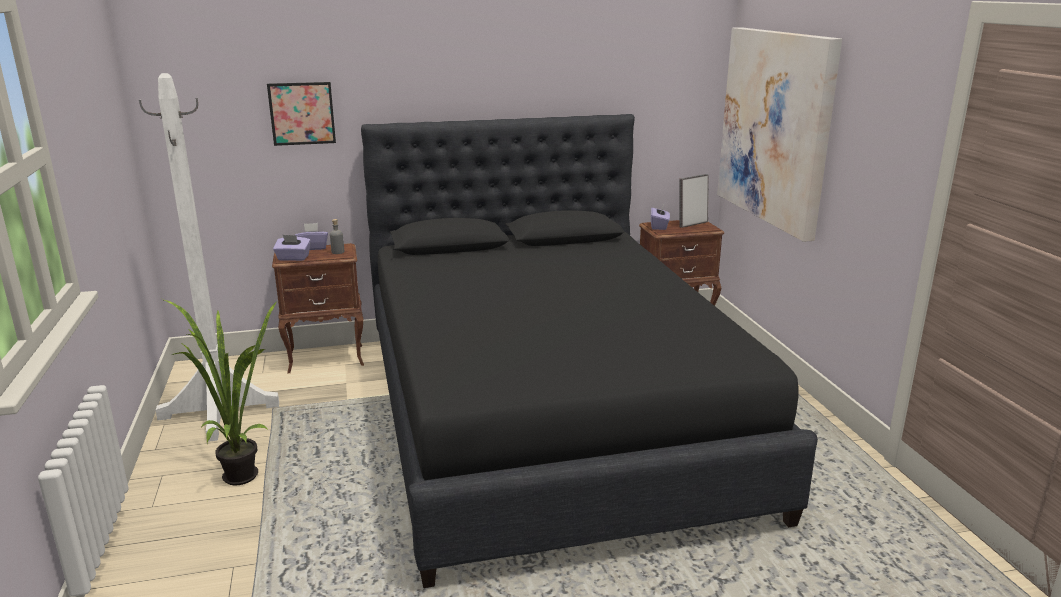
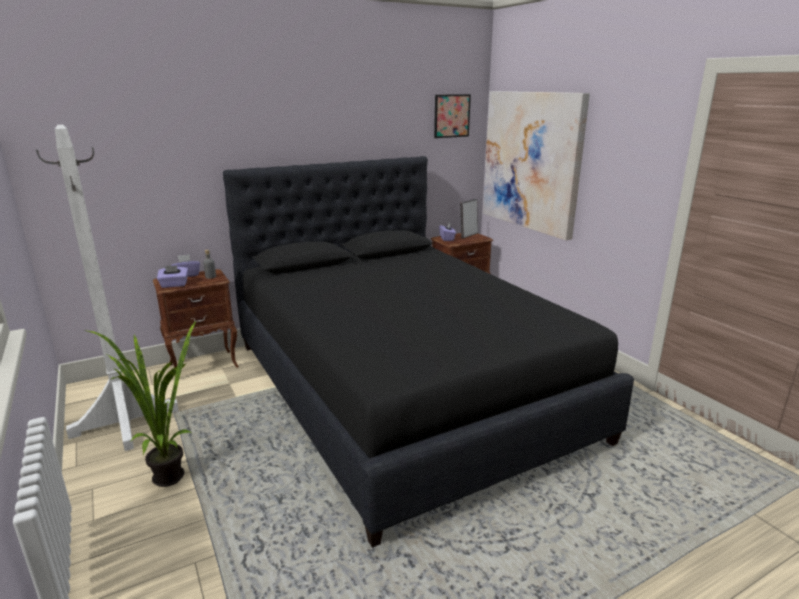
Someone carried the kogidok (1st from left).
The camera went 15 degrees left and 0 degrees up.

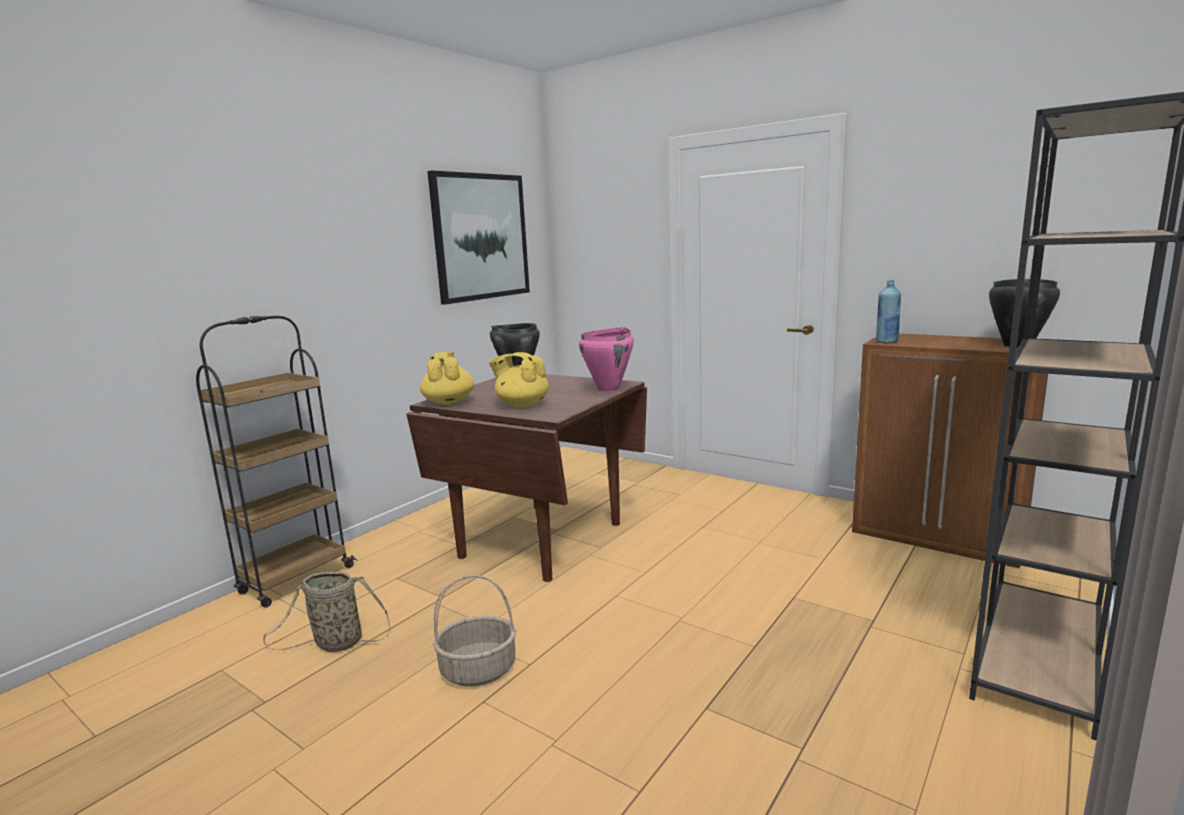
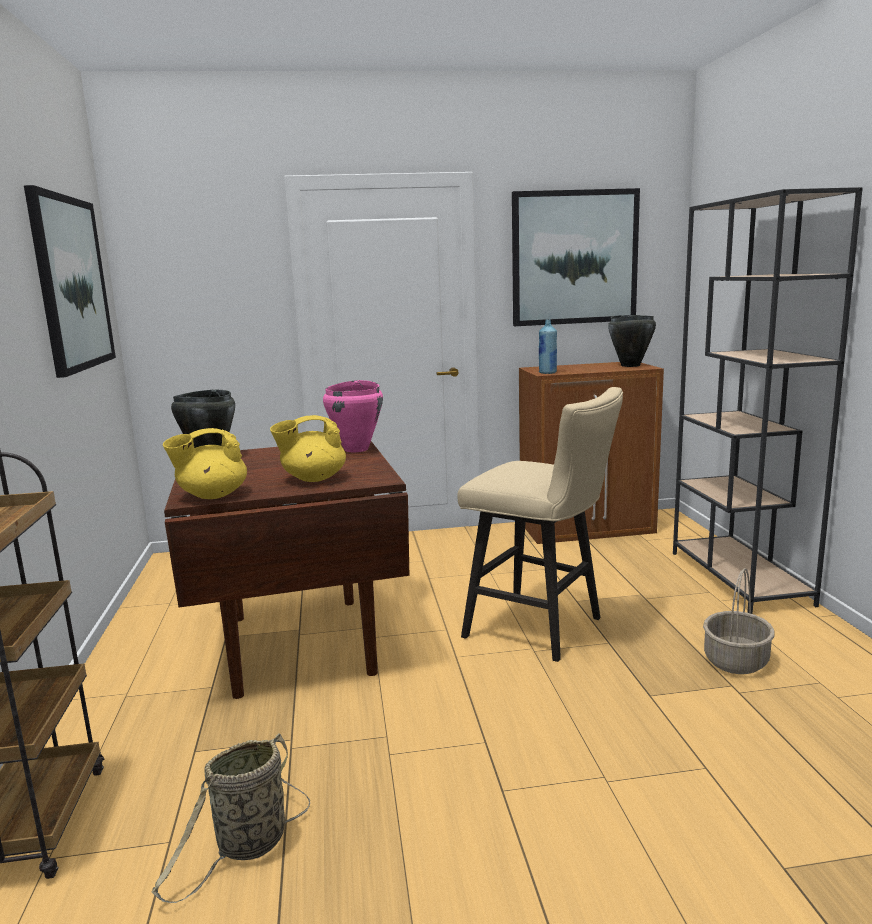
Someone rotated the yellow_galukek (1st from left) by 60 degrees counterclockwise.
Someone carried the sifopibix (2nd from left).
Someone put down the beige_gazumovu.
Someone put up the kogidok (2nd from left).
The camera went 45 degrees left and 0 degrees up.

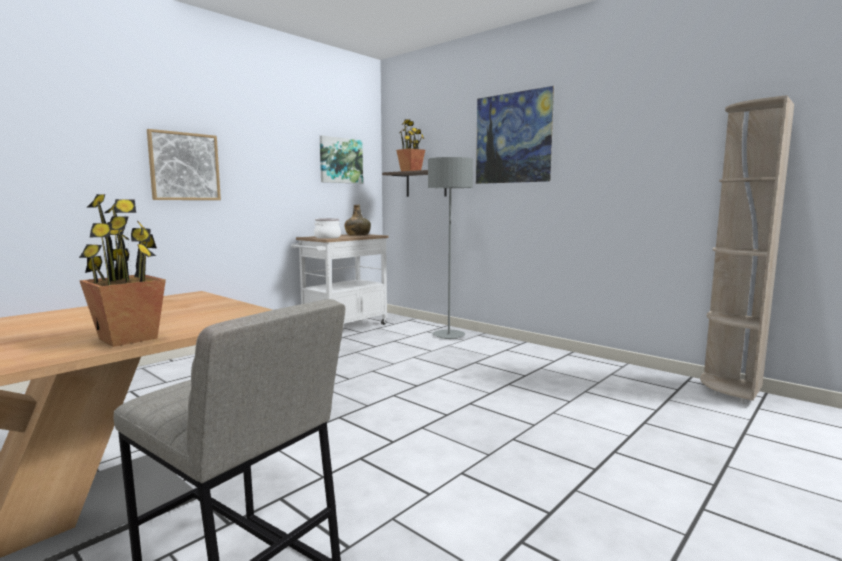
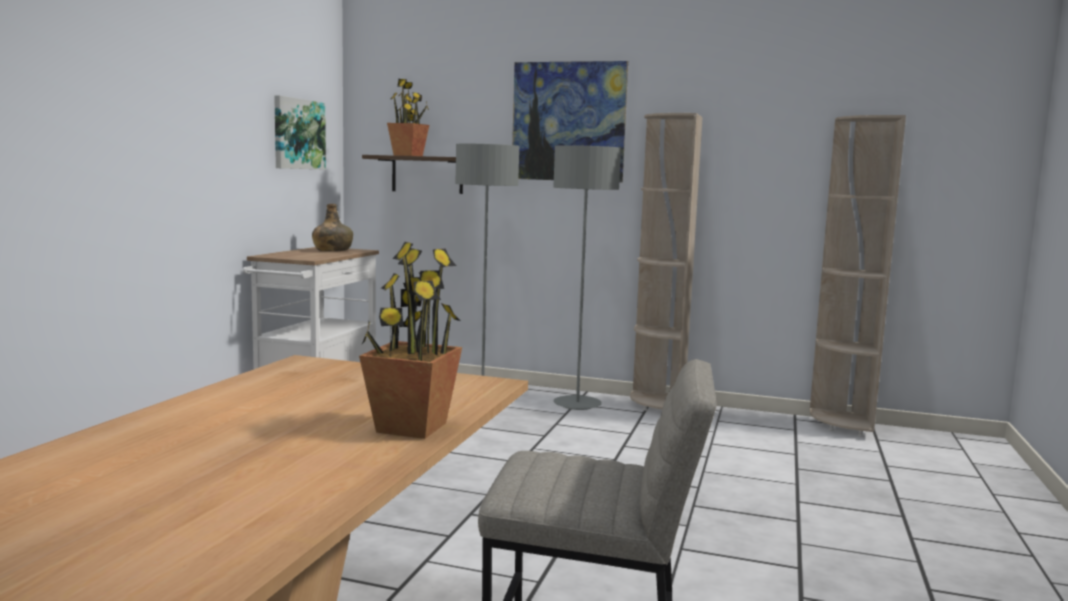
Someone took away the kogidok (1st from left).
Someone took away the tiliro.
Someone put down the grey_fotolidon (2nd from left).
Someone put down the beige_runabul (1st from left).
The camera went 25 degrees left and 0 degrees up.

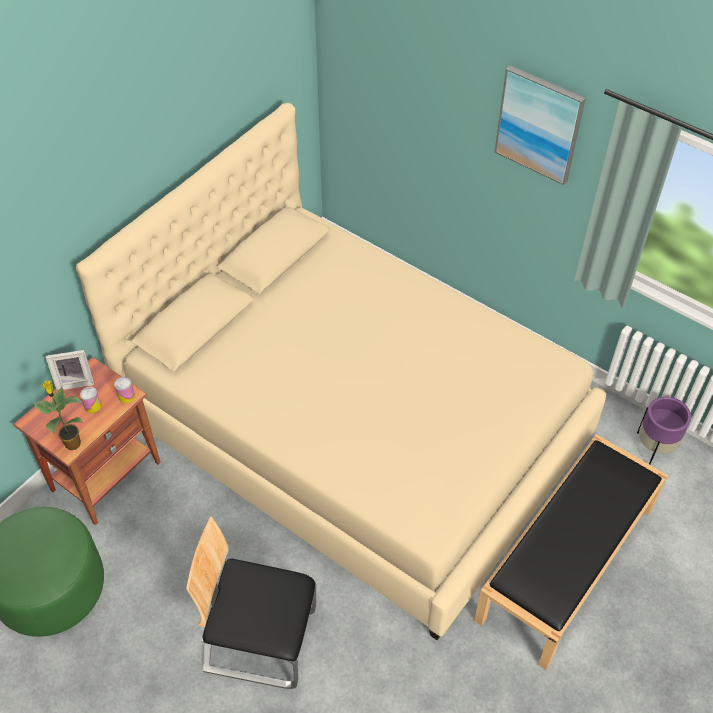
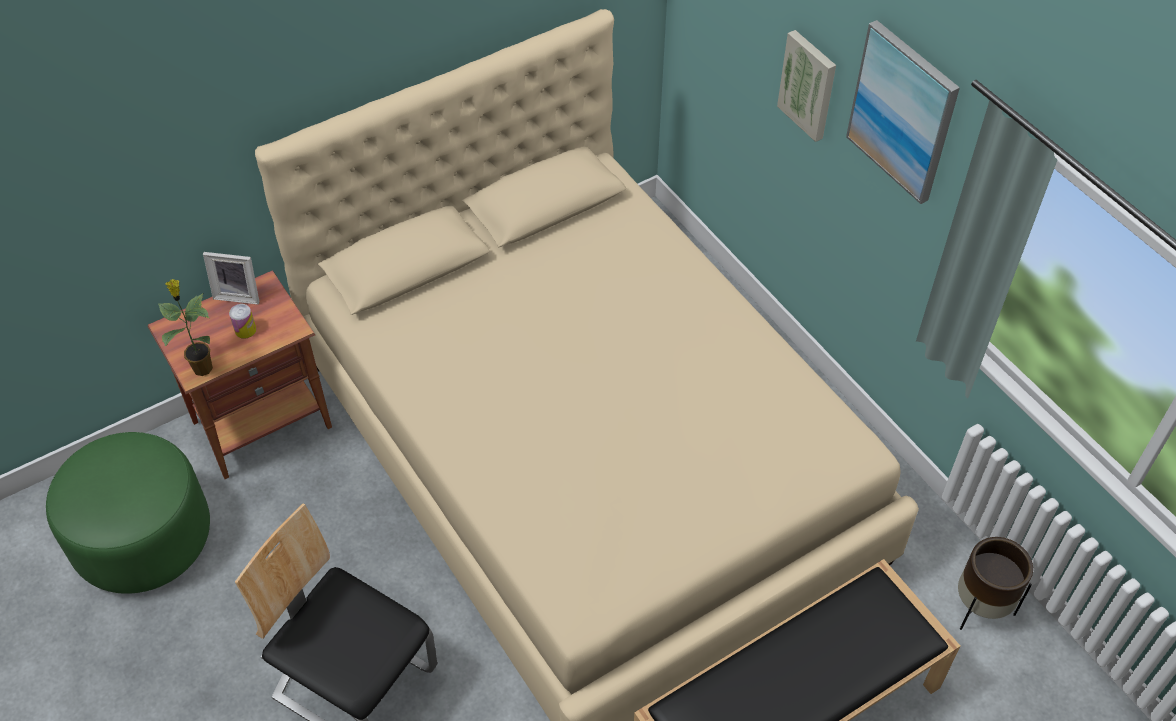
Someone took away the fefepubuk (2nd from left).
Someone repainted the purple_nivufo, which became the brown_nivufo.
Someone put up the kogidok (1st from left).
The camera went 20 degrees right and 0 degrees up.

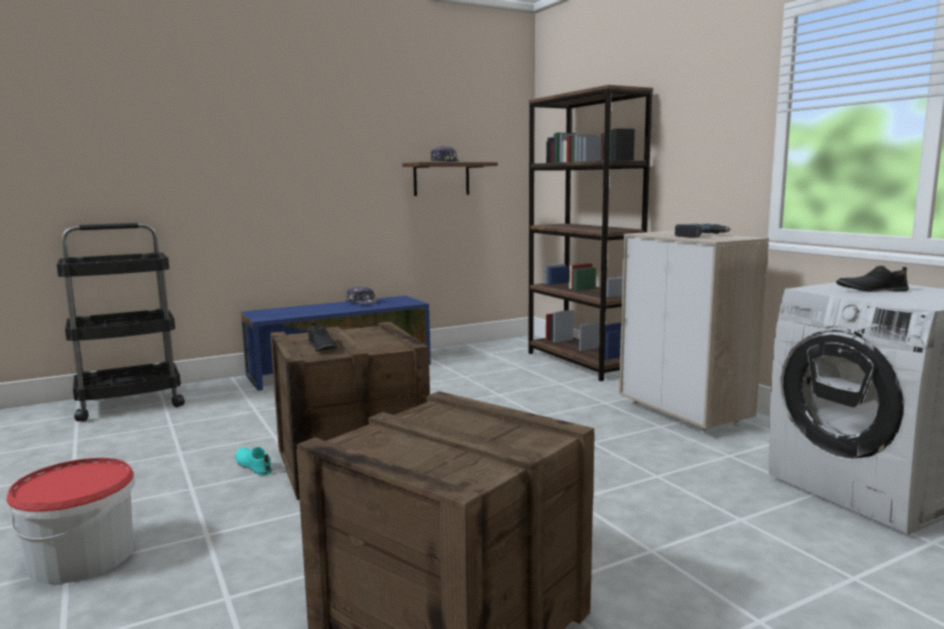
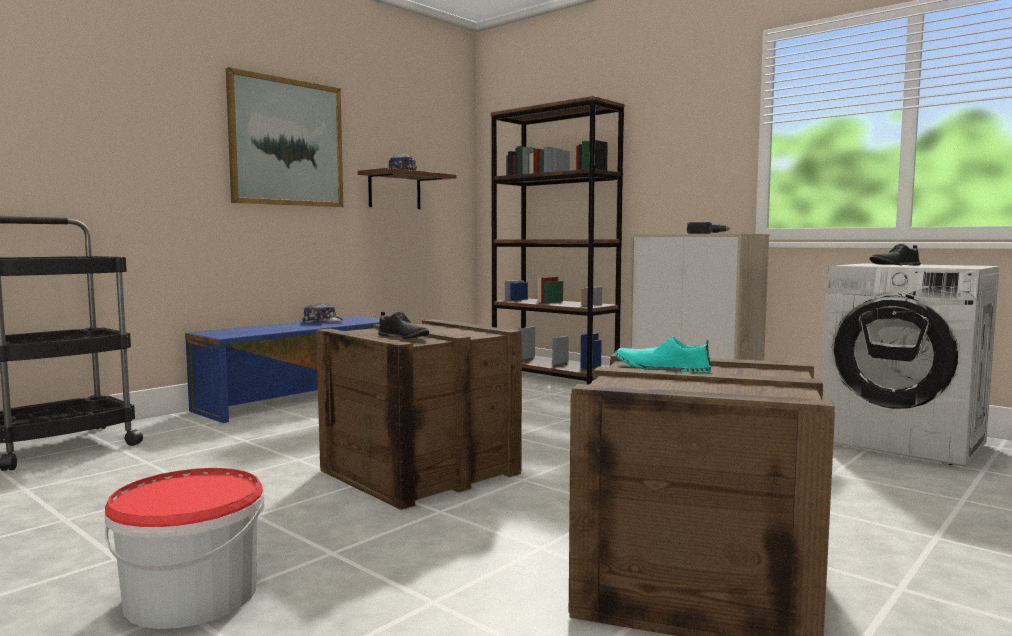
Someone carried the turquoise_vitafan.
Someone put up the kogidok.
The camera went 20 degrees left and 5 degrees down.

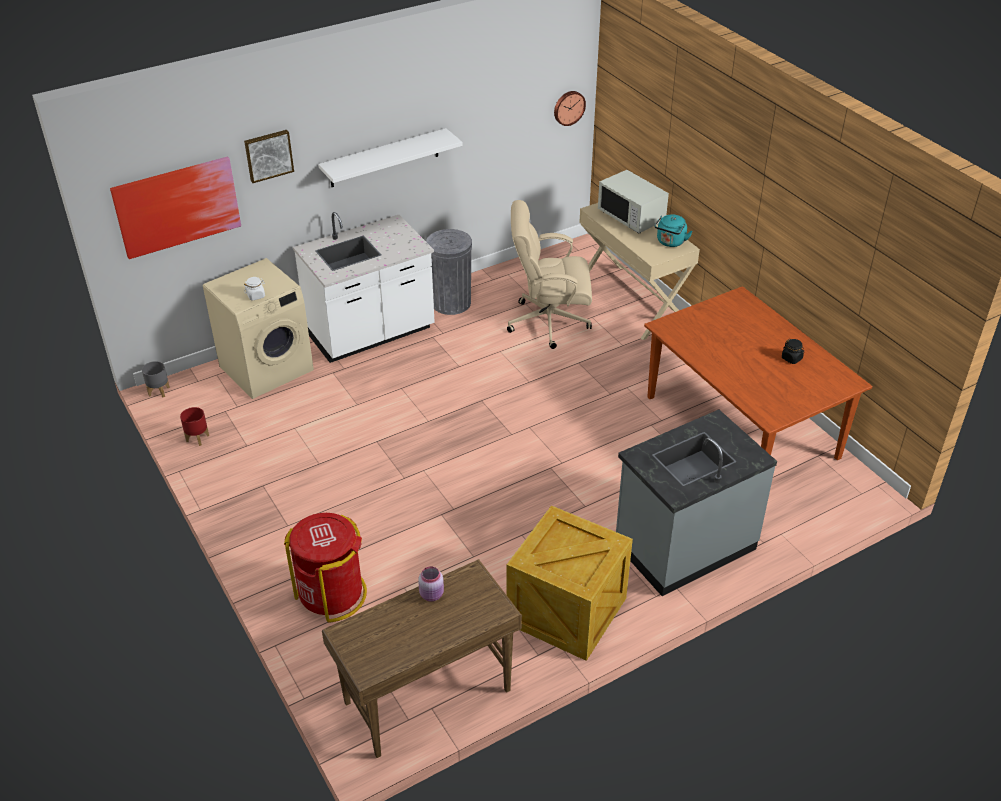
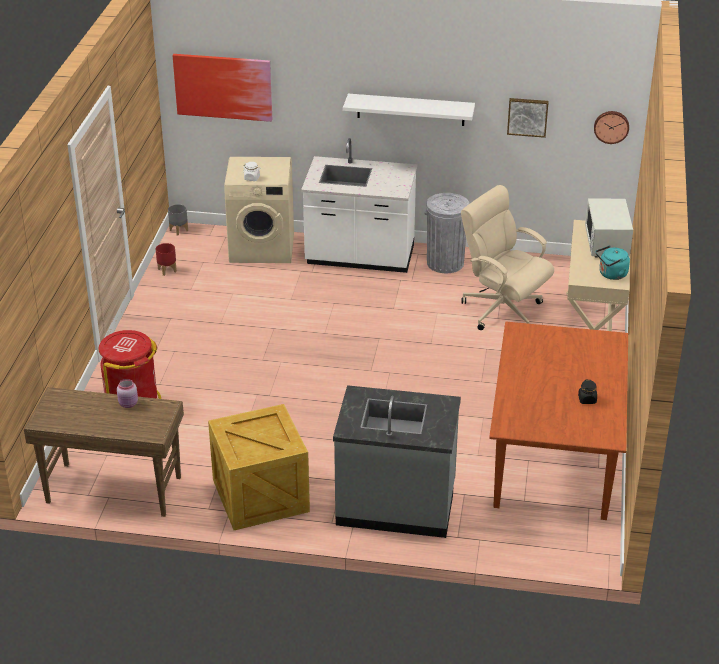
Someone carried the kogidok (2nd from left).
The camera went 40 degrees right and 5 degrees down.

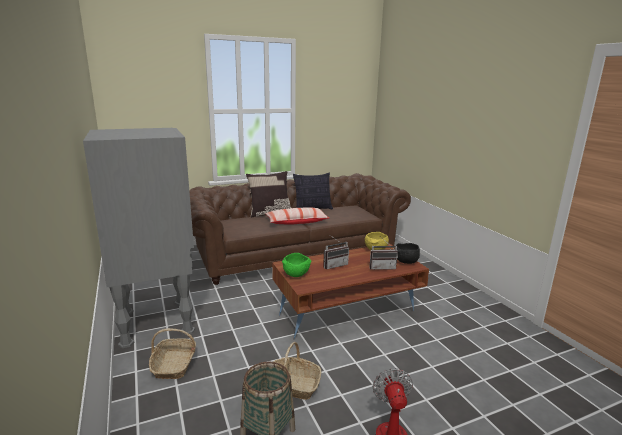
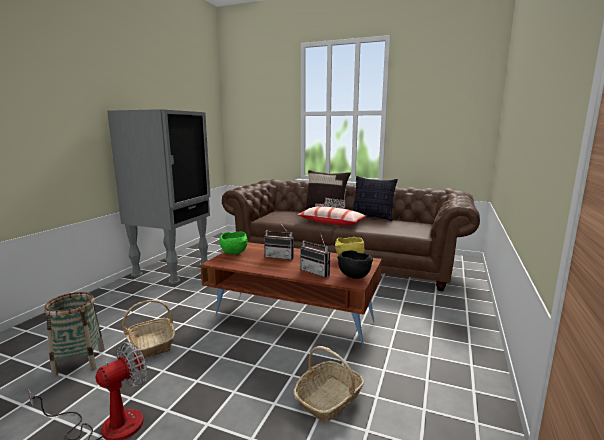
Someone carried the sifopibix (1st from left in the first image).
The camera went 45 degrees right and 5 degrees down.

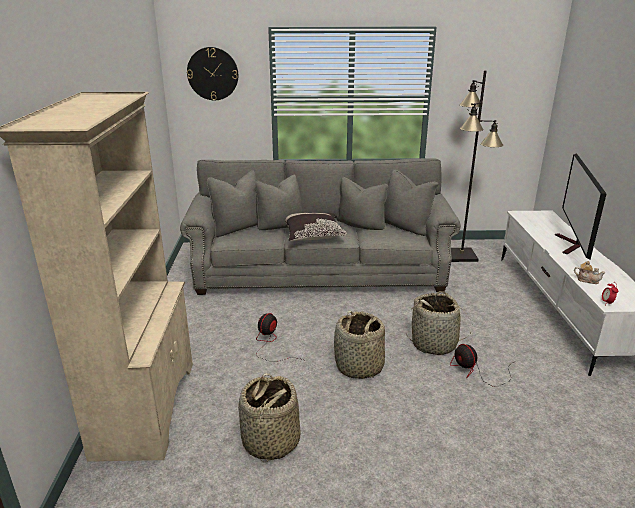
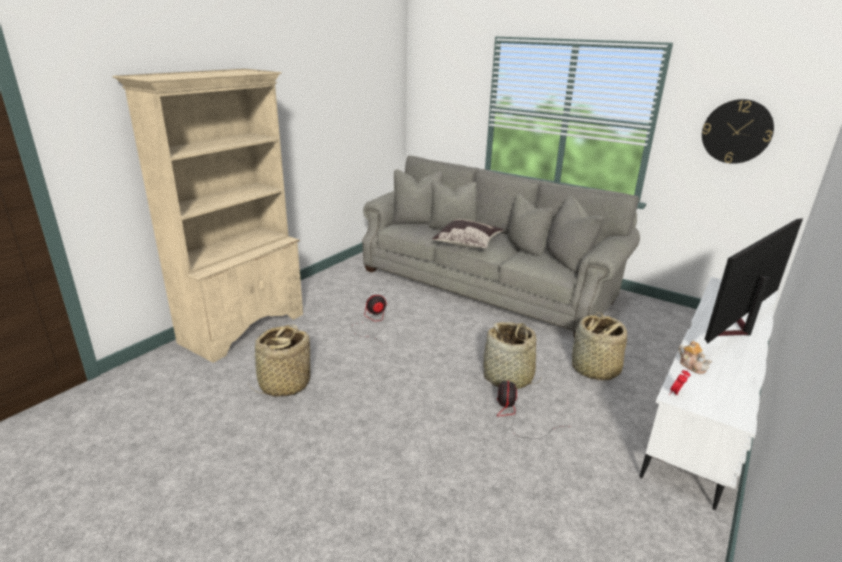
Someone carried the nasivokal.
Someone carried the sifopibix (2nd from left in the first image).
Someone took away the black_fotolidon.
The camera went 35 degrees right and 0 degrees up.

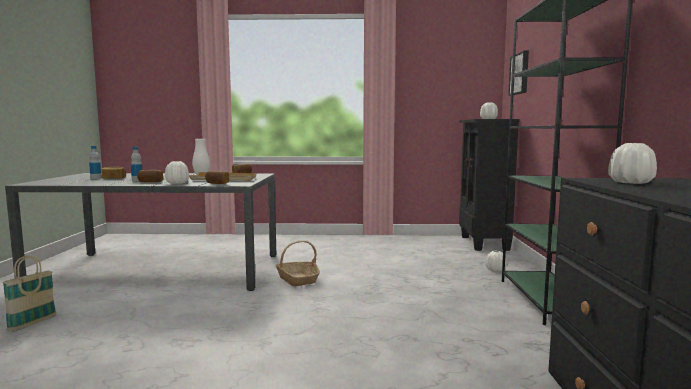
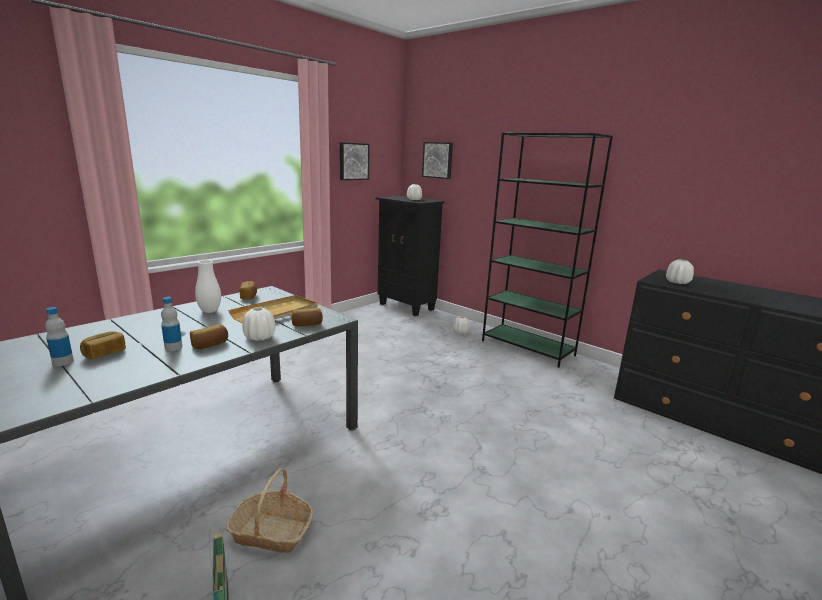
Someone carried the sifopibix (2nd from left).
Someone put up the kogidok (1st from left).
The camera went 50 degrees left and 10 degrees up.

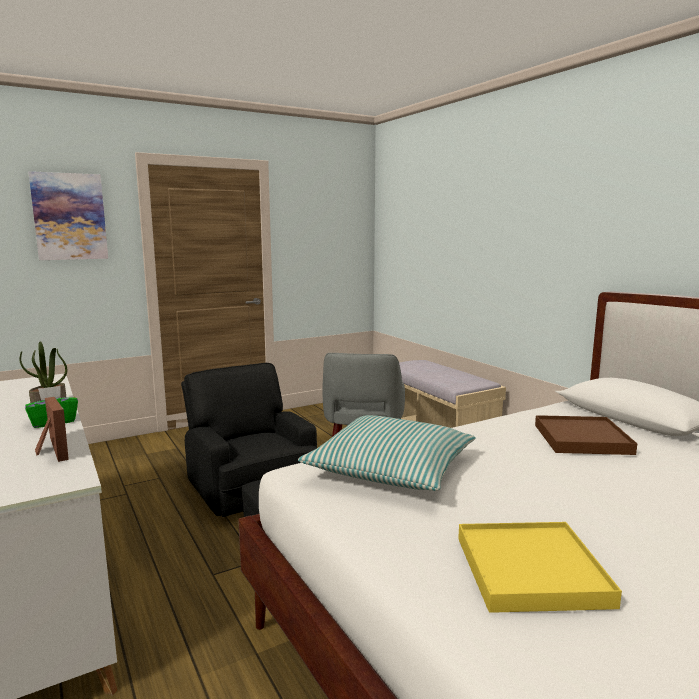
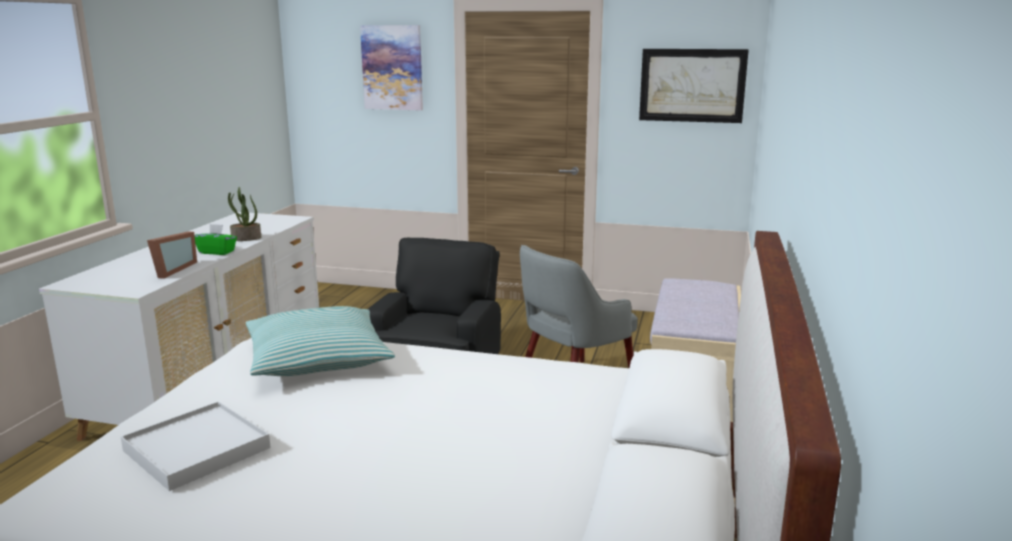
Someone repainted the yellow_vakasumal, which became the white_vakasumal.
Someone took away the brown_vakasumal.
Someone put up the kogidok (2nd from left).
The camera went 45 degrees right and 5 degrees up.

